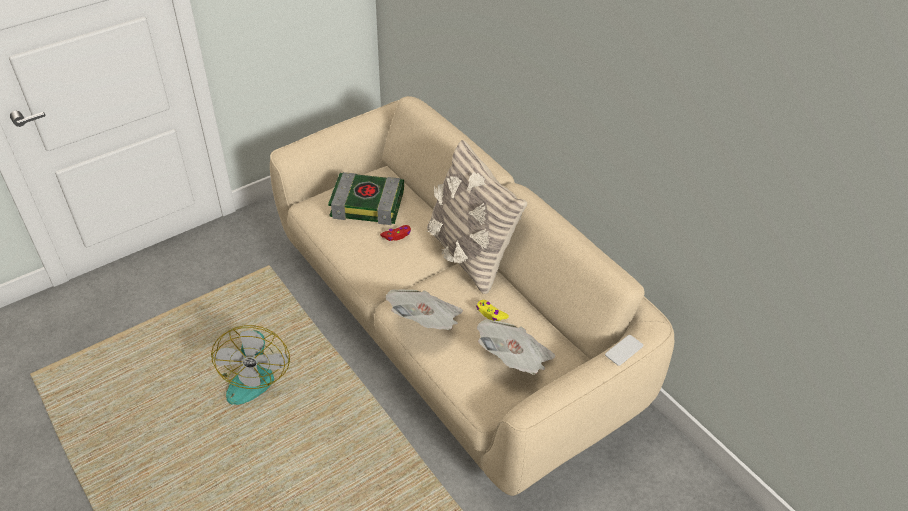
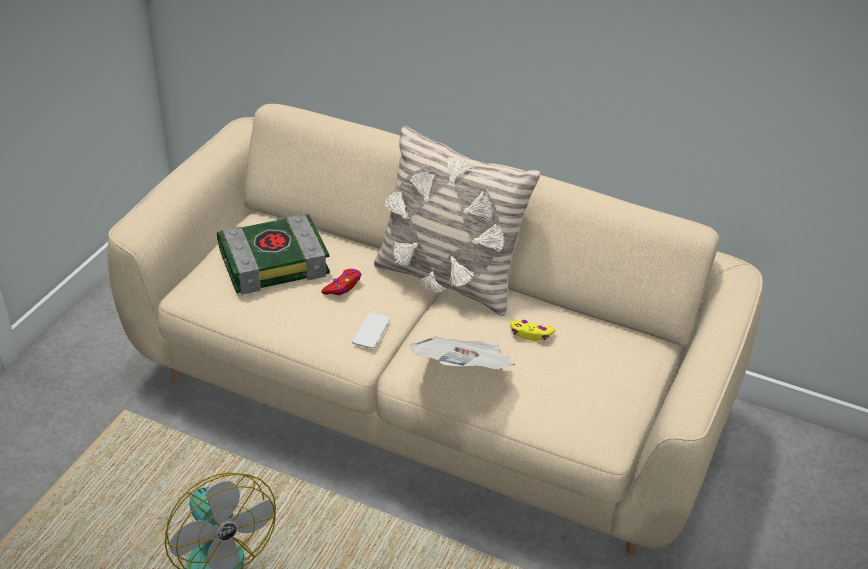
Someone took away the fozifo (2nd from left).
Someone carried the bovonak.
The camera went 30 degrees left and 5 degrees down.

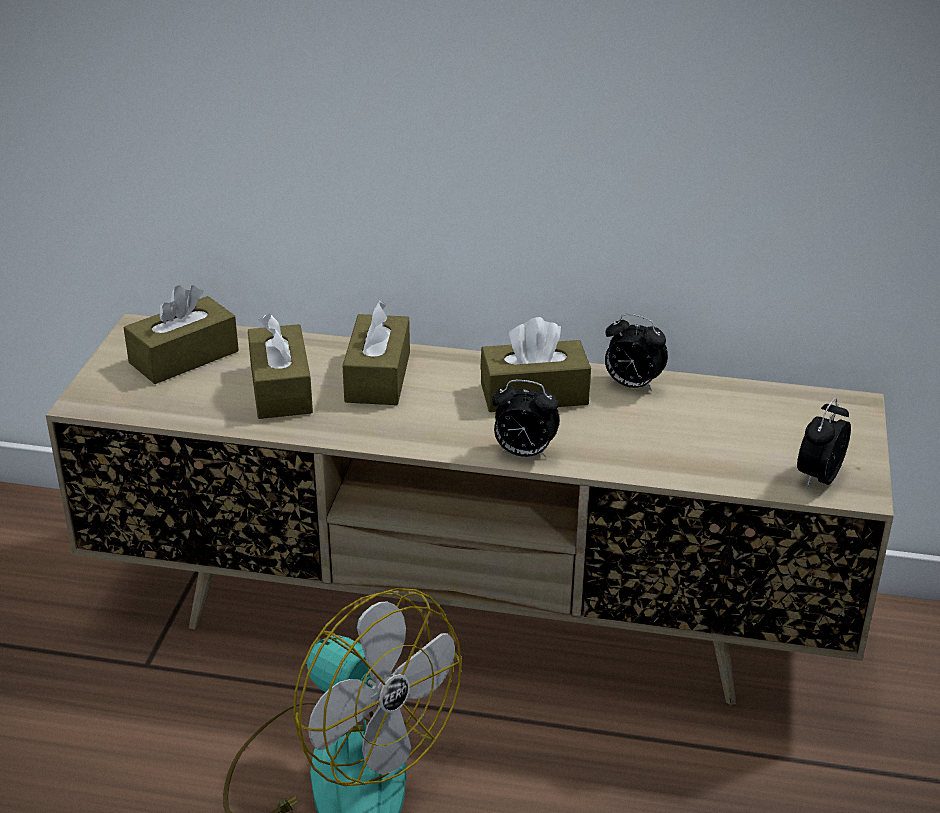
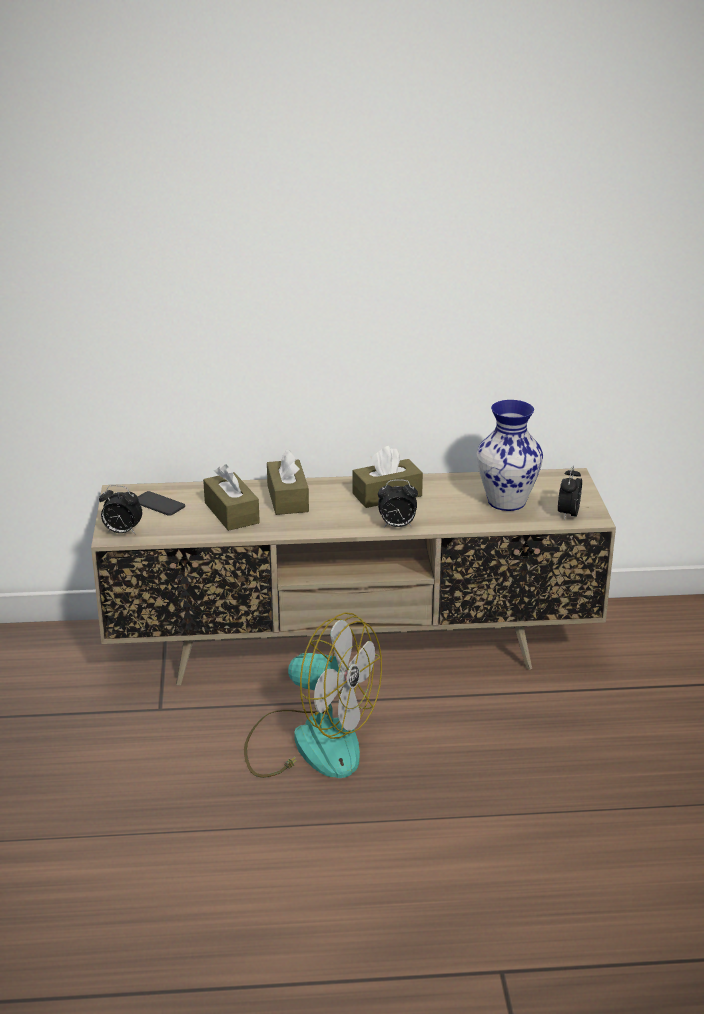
Someone swapped the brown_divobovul (1st from left) for the bovonak.
Someone carried the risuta (2nd from left in the first image).
Someone put down the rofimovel.
The camera went 15 degrees left and 5 degrees down.

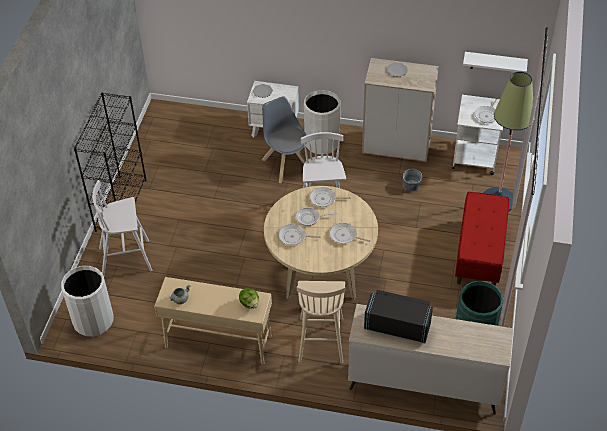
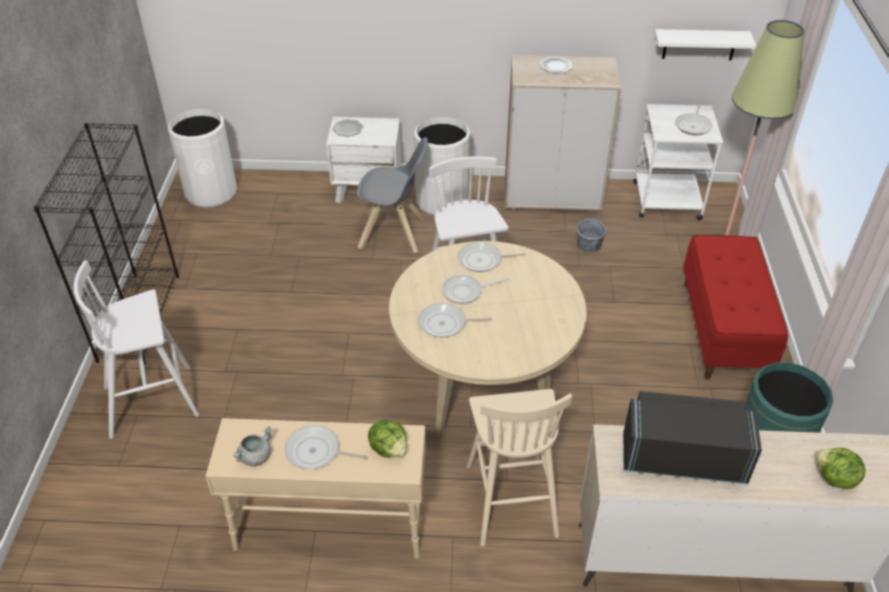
Someone carried the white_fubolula (1st from left).
Someone rotated the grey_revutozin by 135 degrees clockwise.
Someone carried the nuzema (4th from left in the first image).
Someone put down the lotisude (2nd from left).
The camera went 10 degrees left and 5 degrees down.

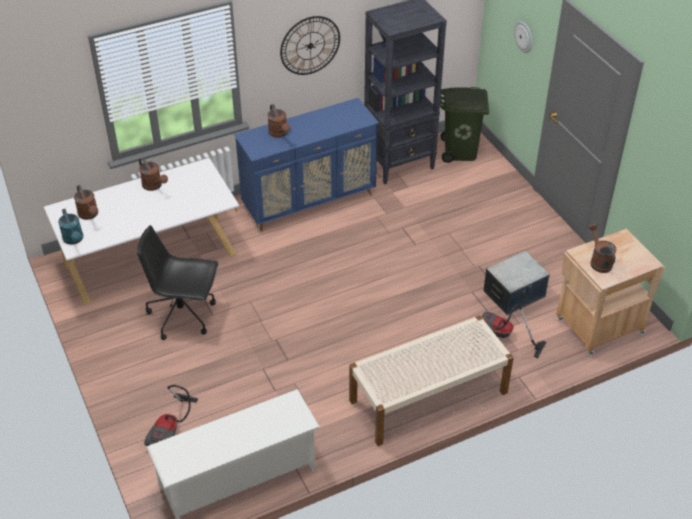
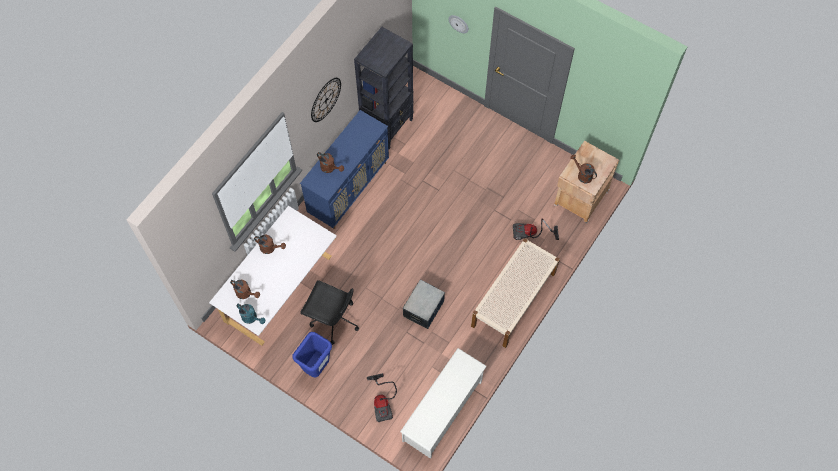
Someone rotated the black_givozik by 135 degrees counterclockwise.
Someone took away the green_fubolula.
Someone carried the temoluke.
Someone put down the blue_fubolula.
The camera went 30 degrees left and 20 degrees up.

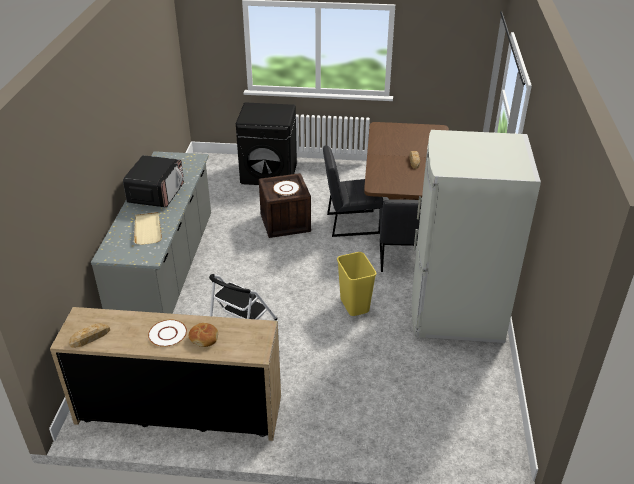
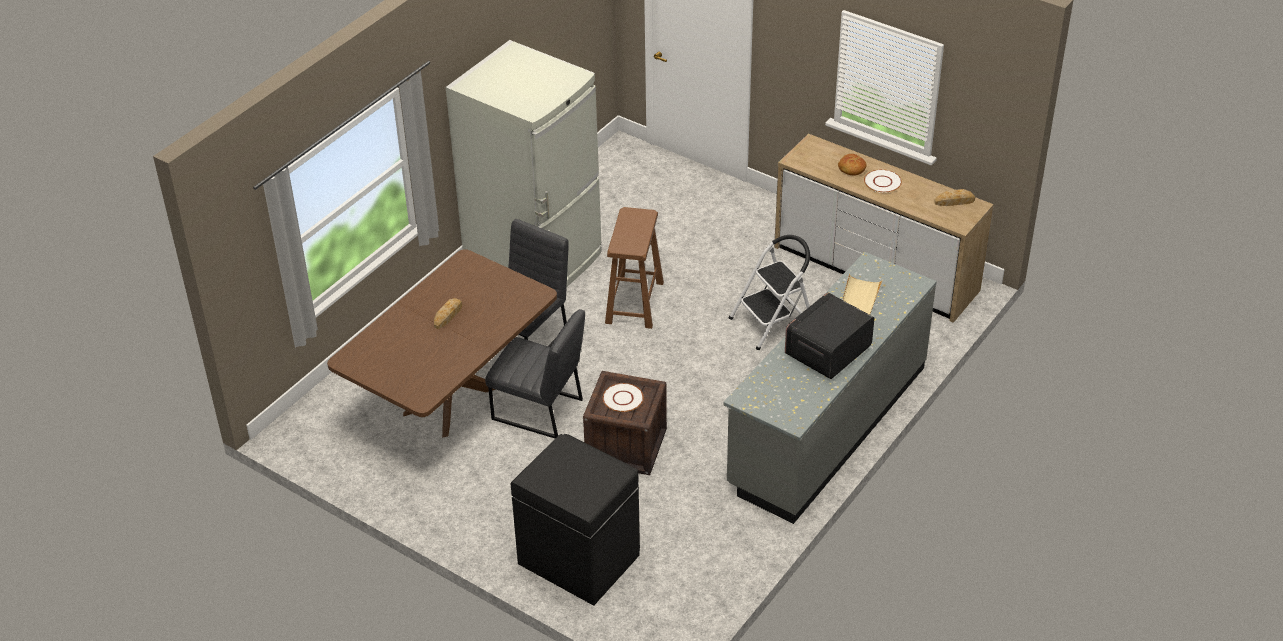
Someone swapped the yellow_fubolula for the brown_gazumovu.
The camera went 150 degrees left and 5 degrees up.

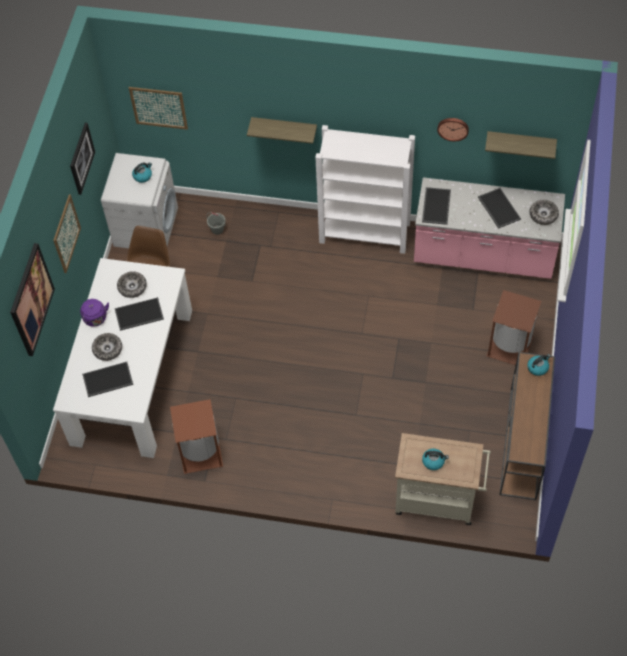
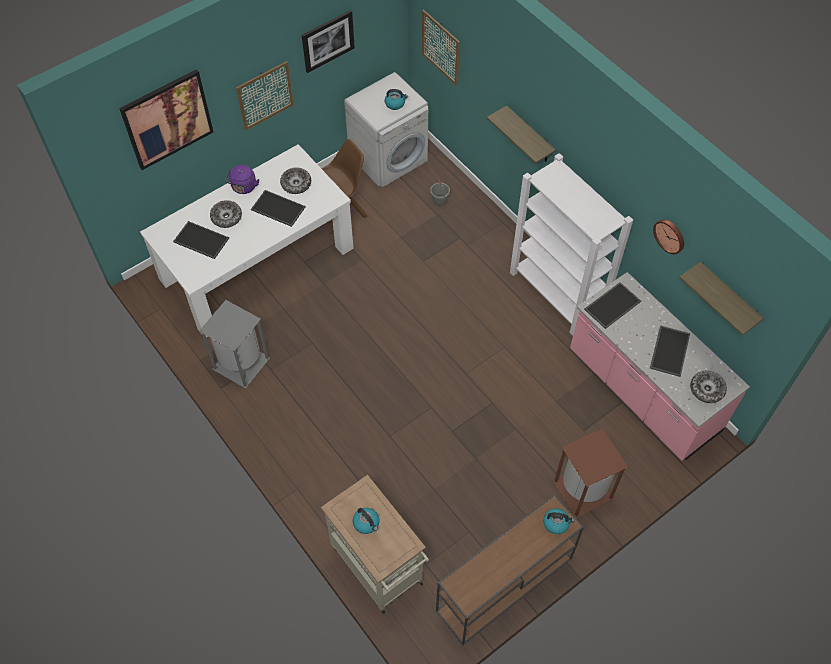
Someone repainted the brown_fubolula (1st from left), which became the grey_fubolula.
The camera went 40 degrees right and 0 degrees up.

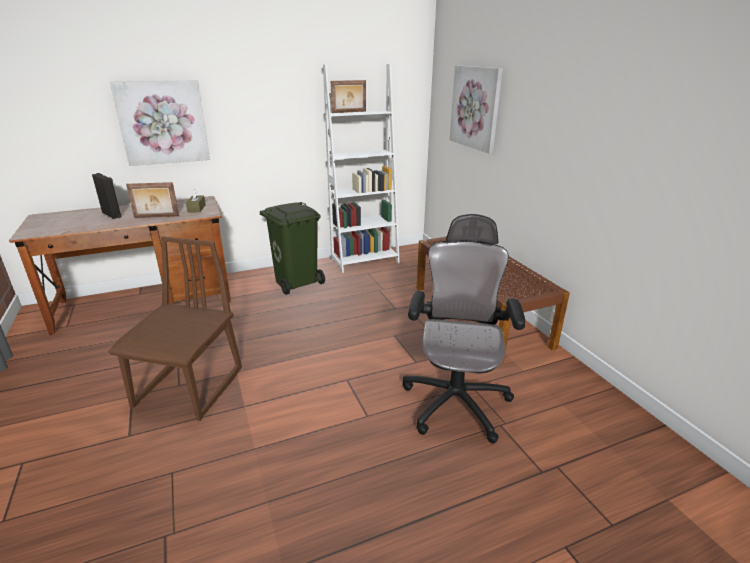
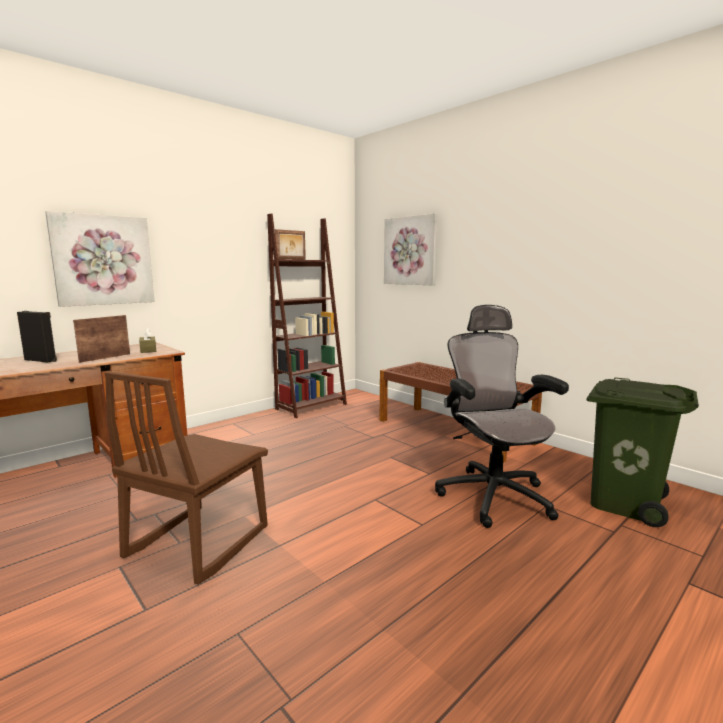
Someone rotated the brown_revutozin by 150 degrees counterclockwise.
Someone rotated the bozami (1st from left) by 150 degrees clockwise.
Someone carried the green_fubolula.
Someone repainted the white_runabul, which became the brown_runabul.
The camera went 20 degrees left and 15 degrees down.

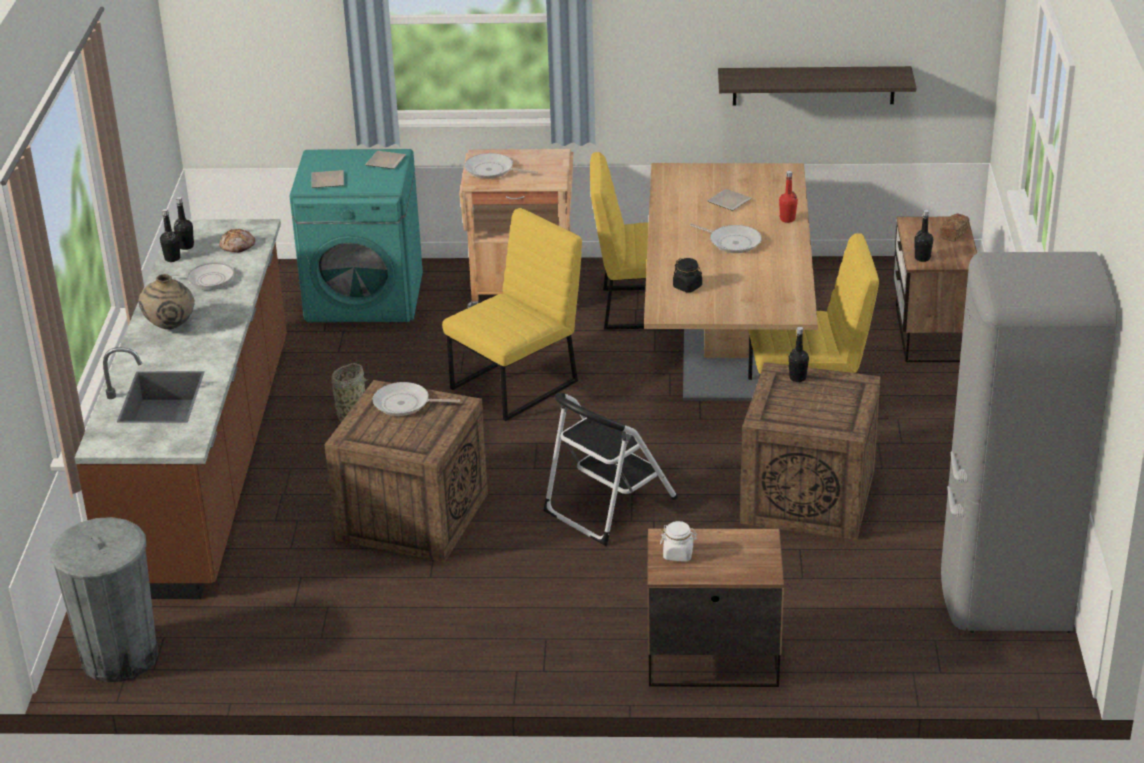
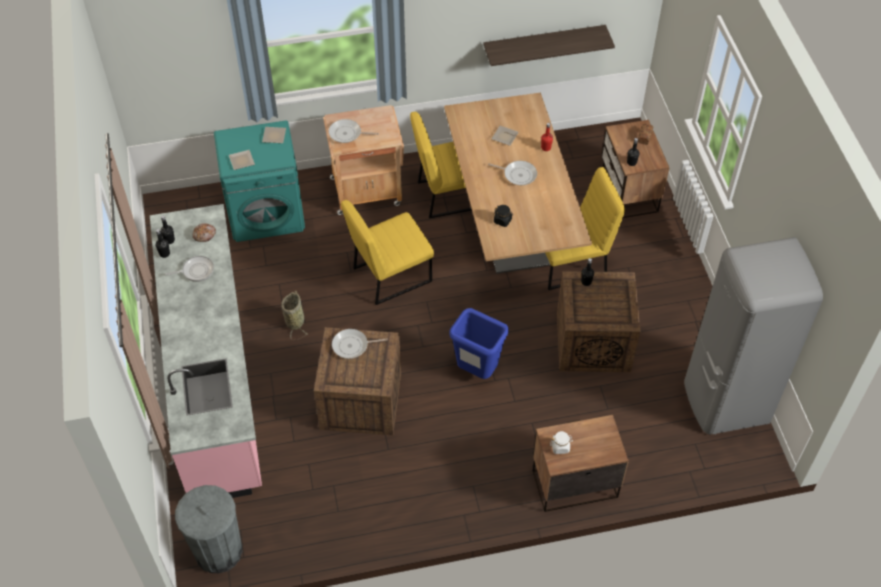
Someone repainted the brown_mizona, which became the pink_mizona.
Someone took away the beige_rofimovel.
Someone rotated the yellow_revutozin (1st from left) by 150 degrees counterclockwise.
Someone swapped the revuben for the blue_fubolula.
The camera went 15 degrees left and 20 degrees up.

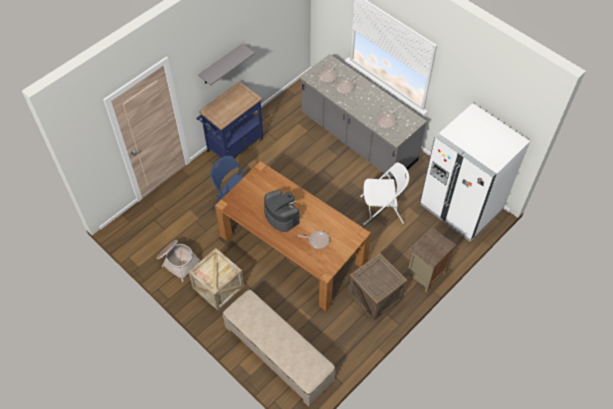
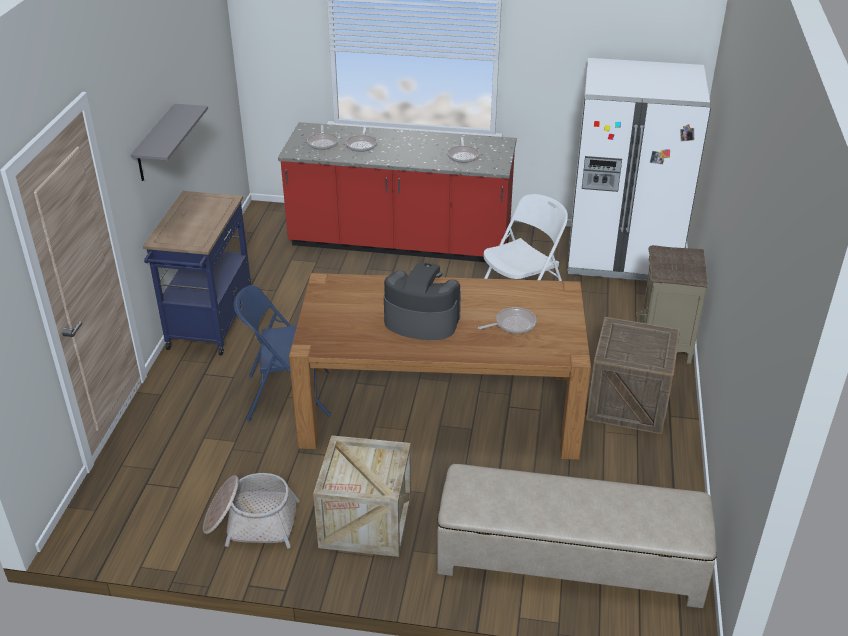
Someone repainted the grey_mizona, which became the red_mizona.
The camera went 35 degrees left and 20 degrees down.

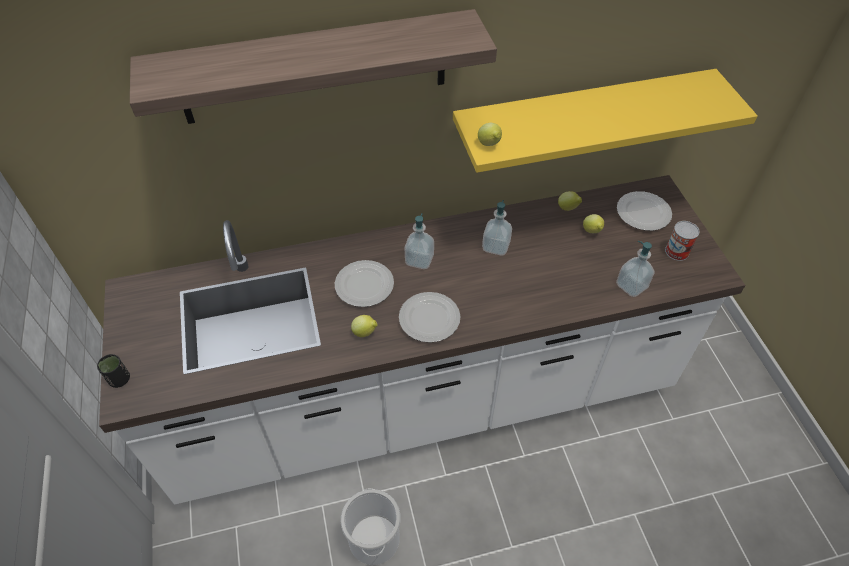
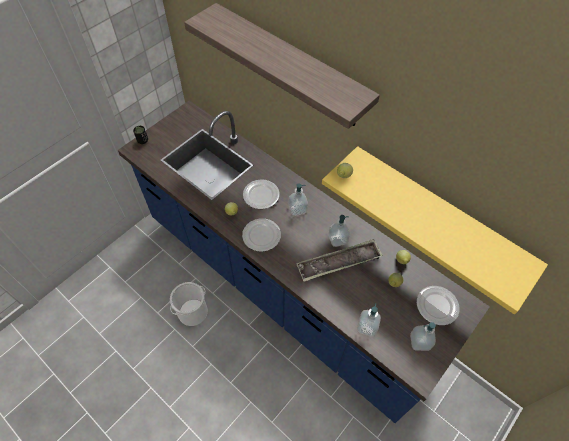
Someone repainted the white_mizona, which became the blue_mizona.
Someone swapped the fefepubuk for the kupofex (4th from left).
Someone put down the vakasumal.
The camera went 55 degrees right and 5 degrees up.

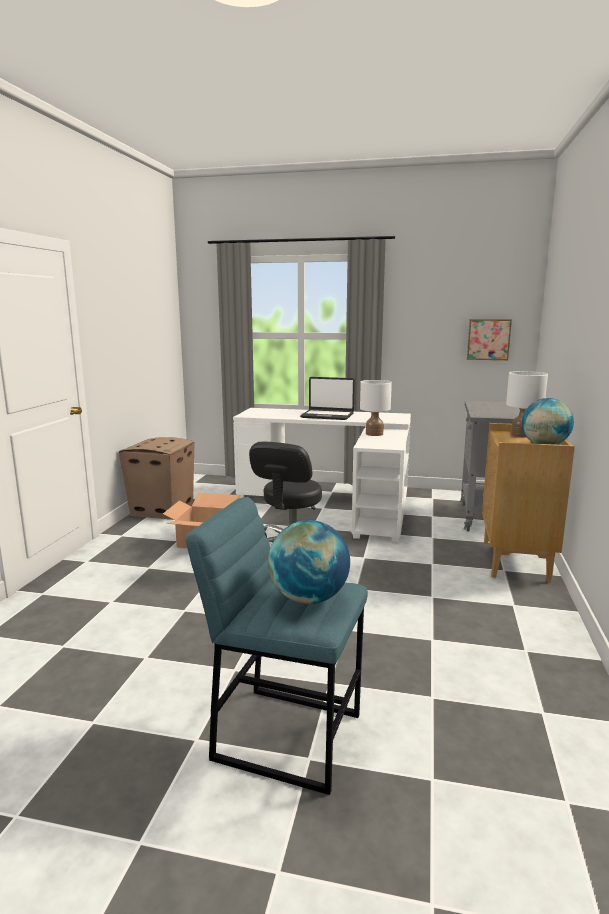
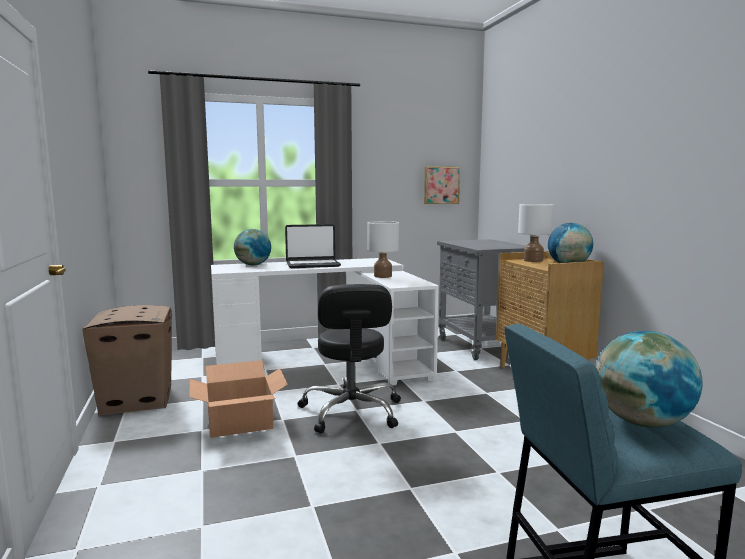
Someone put down the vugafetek (1st from left).
The camera went 30 degrees left and 5 degrees down.

